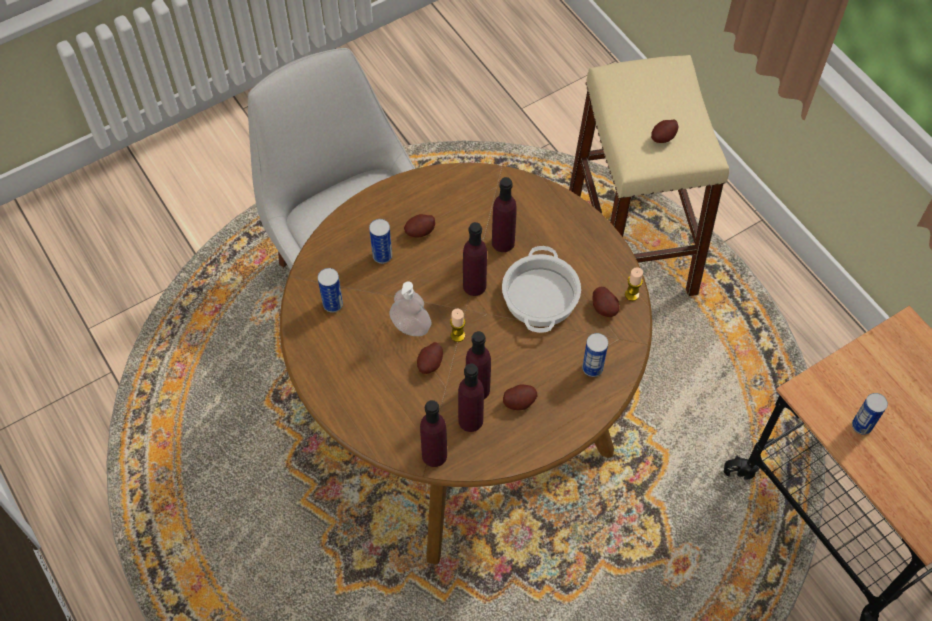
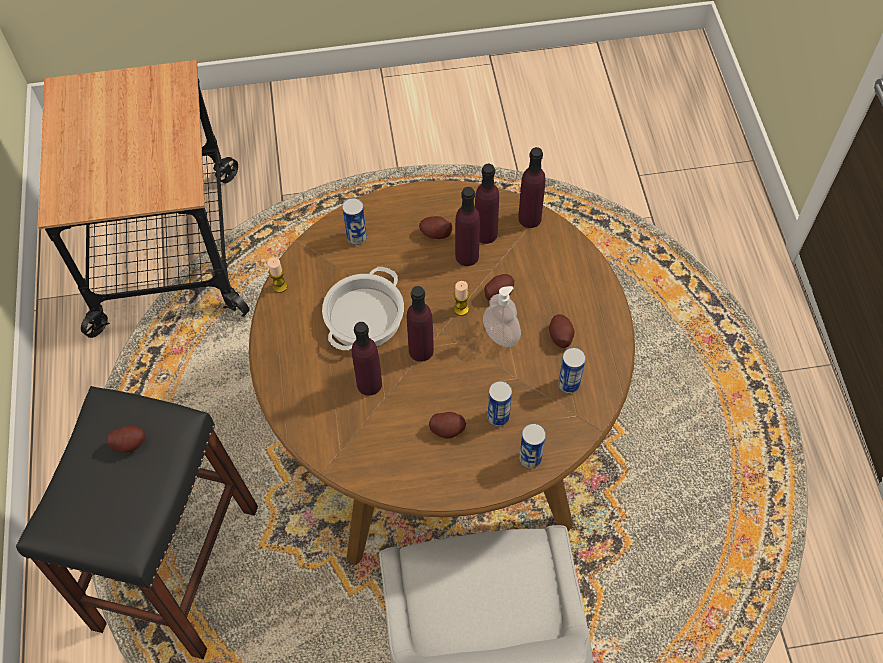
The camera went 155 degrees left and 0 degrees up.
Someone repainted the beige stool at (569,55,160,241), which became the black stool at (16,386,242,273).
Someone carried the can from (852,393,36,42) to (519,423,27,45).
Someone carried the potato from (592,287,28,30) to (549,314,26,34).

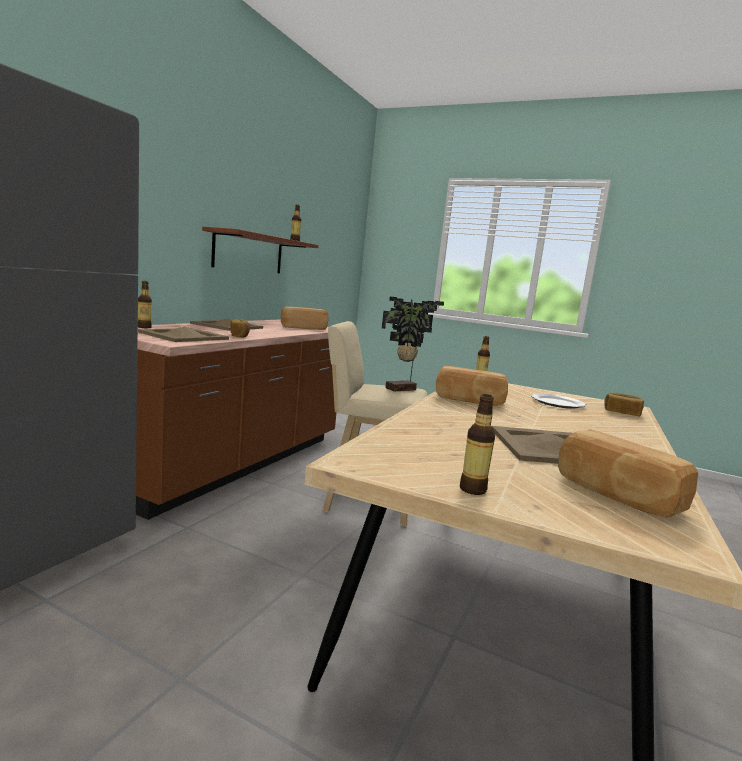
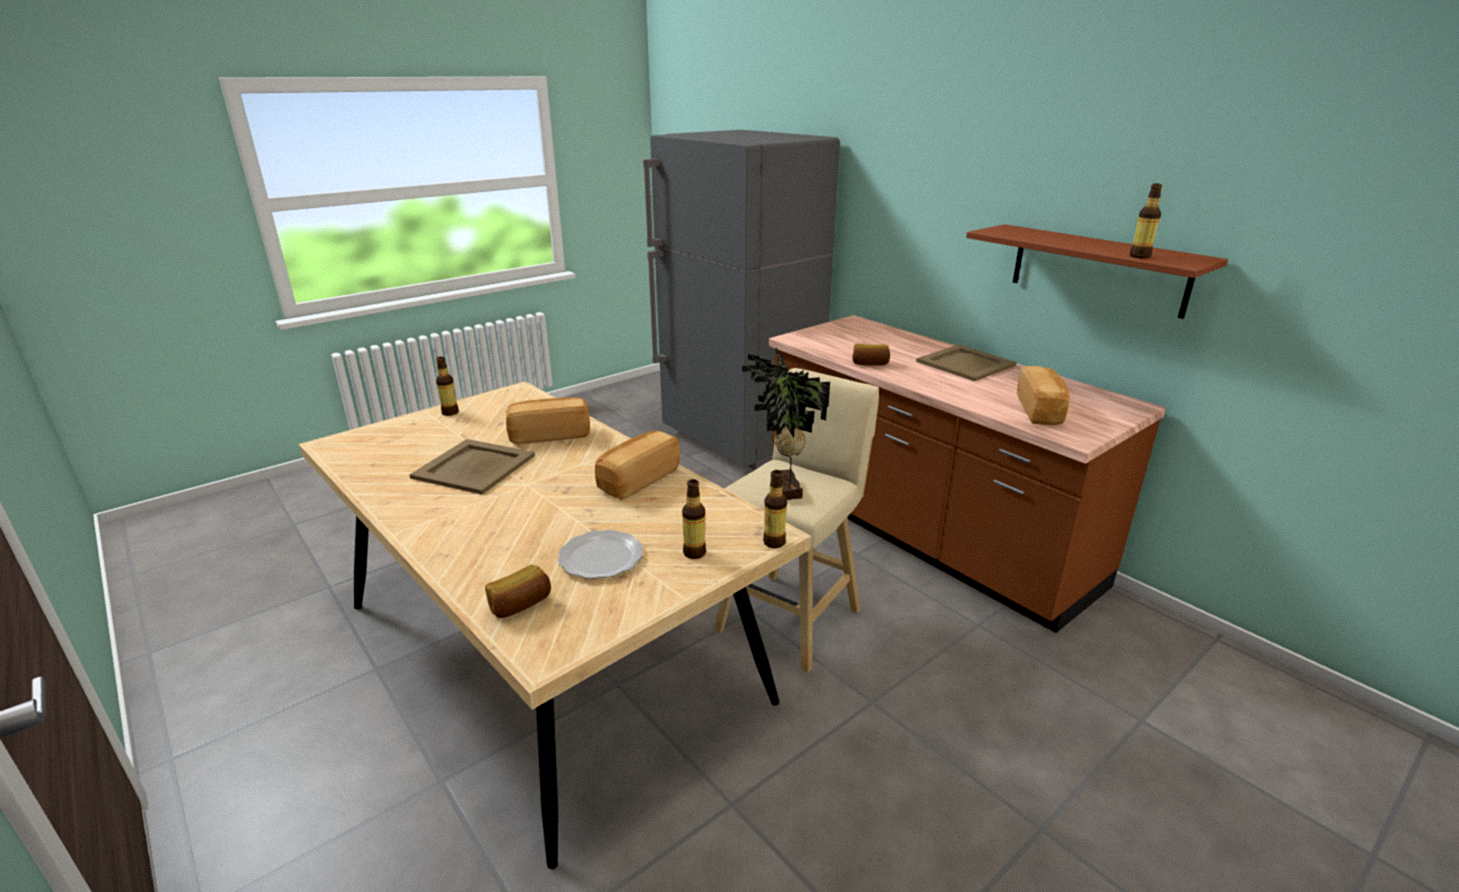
The camera went 115 degrees right and 15 degrees up.
Someone carried the bread from (558,429,140,88) to (506,397,84,47).
Someone carried the bottle from (138,281,14,47) to (682,479,24,80).
Someone took away the beige tray at (138,326,91,16).

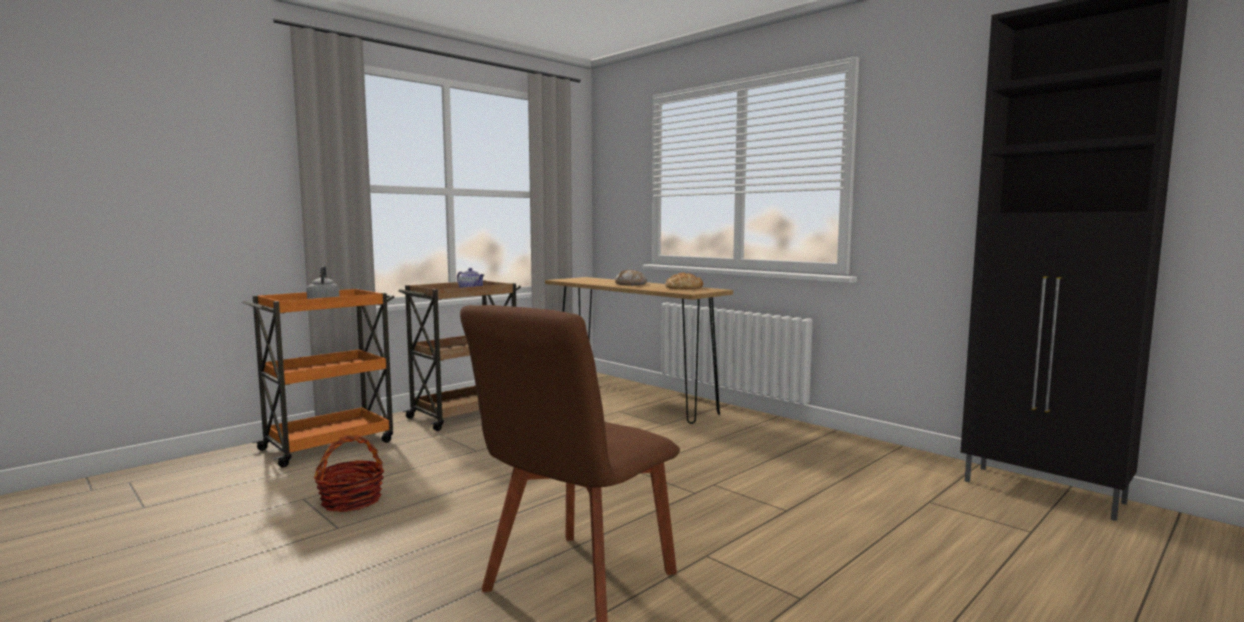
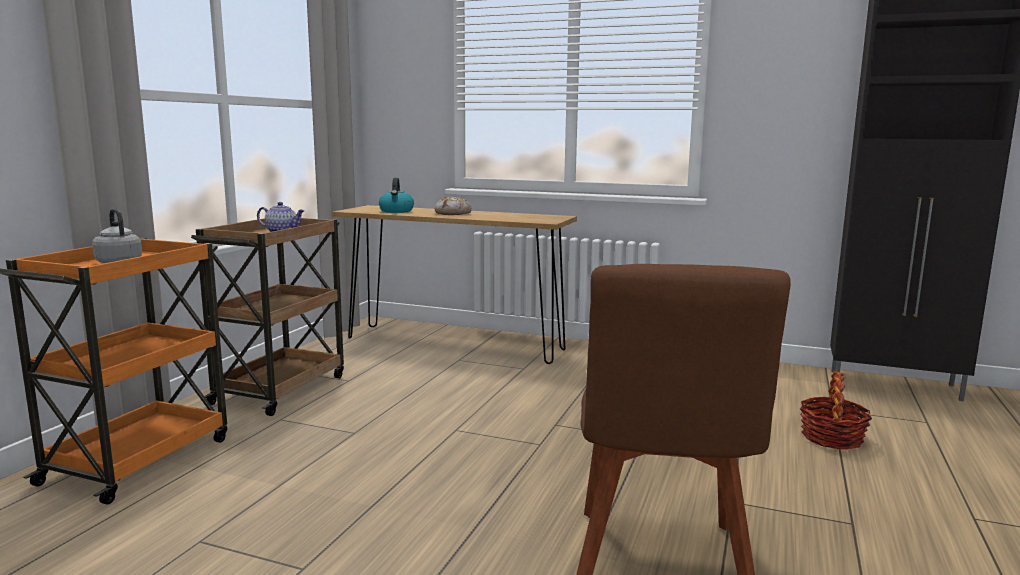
The camera went 25 degrees left and 5 degrees up.
Someone put down the kettle at (379,178,35,35).
Someone carried the basket from (314,435,70,77) to (800,372,72,78).
Someone took away the bread at (665,273,38,16).

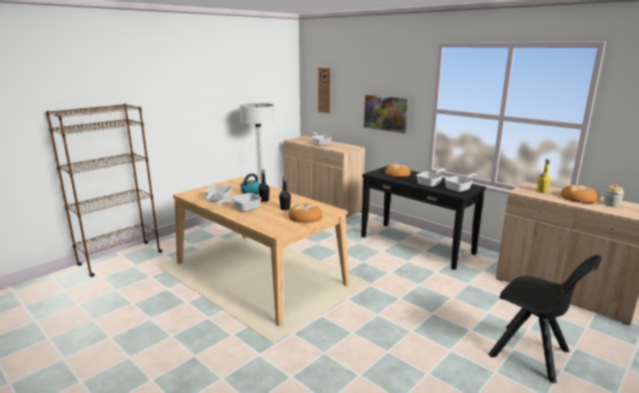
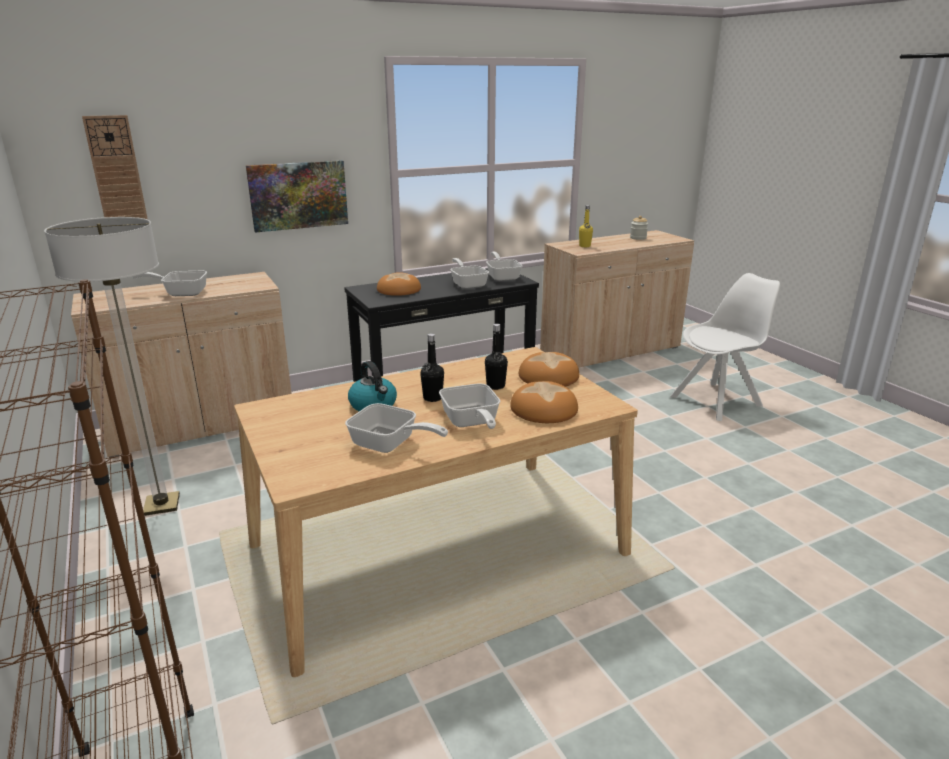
The camera went 70 degrees left and 5 degrees up.
Someone carried the bread from (561,185,38,18) to (510,381,68,42).
Someone repainted the black chair at (488,255,114,128), which became the white chair at (670,273,110,148).

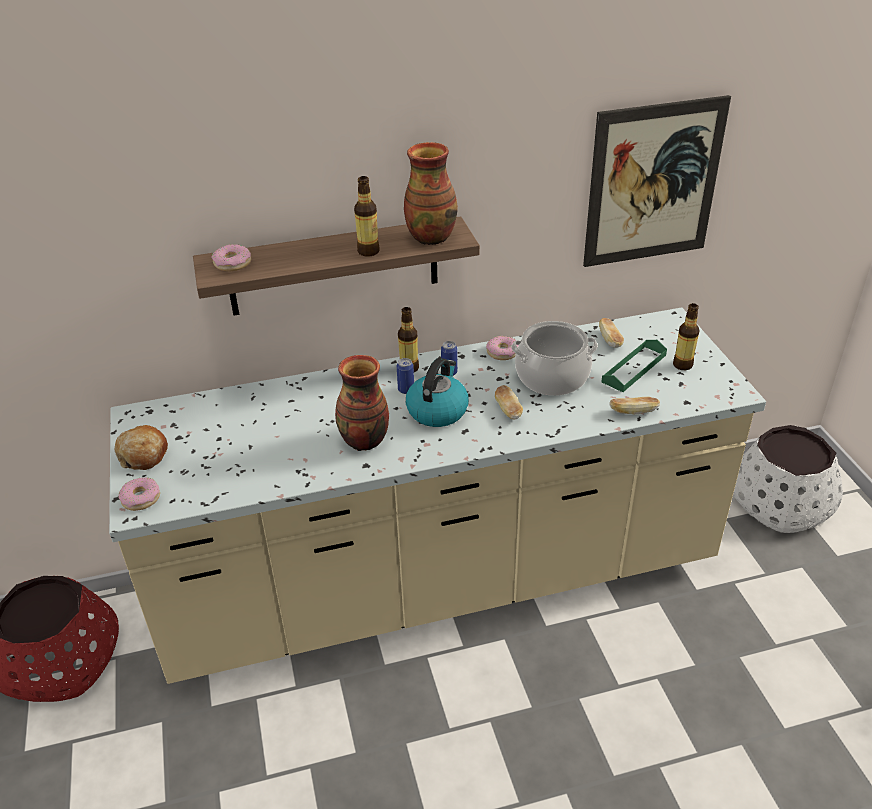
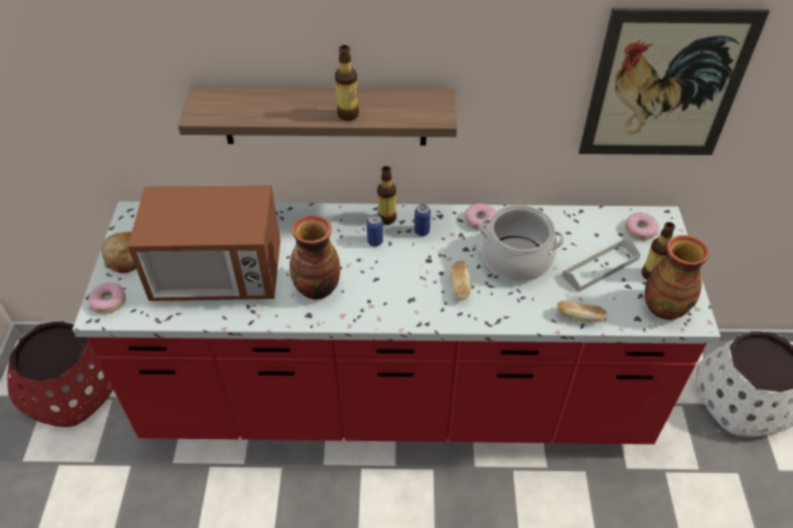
The camera went 15 degrees right and 10 degrees up.
Someone repainted the beige counter at (109,307,657,377), which became the red counter at (72,201,648,243).
Someone put down the microwave at (128,185,152,116).
Someone repainted the green tray at (601,340,66,52), which became the grey tray at (562,239,79,53).
Someone carried the donut from (211,244,40,27) to (625,212,34,28).
Someone carried the vase from (404,142,54,103) to (645,235,64,85).
Someone took away the kettle at (406,358,63,69).
Someone took away the bread at (599,318,25,30).

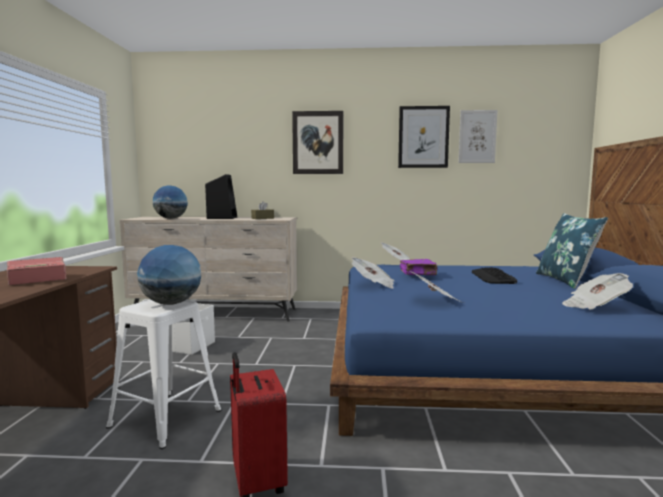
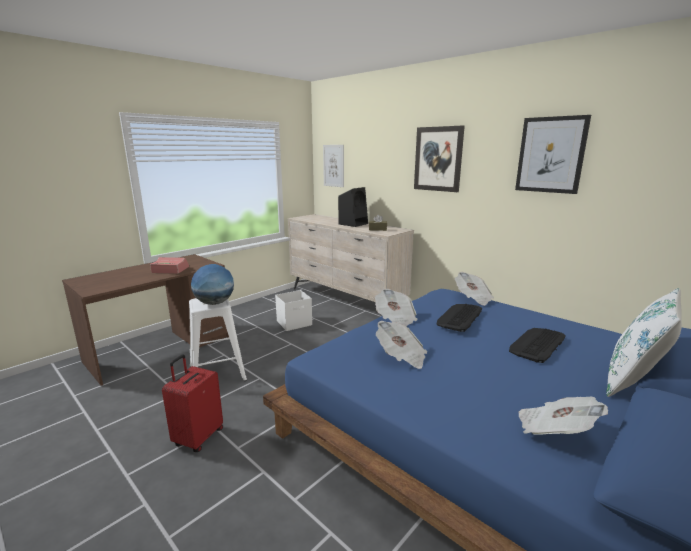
The camera went 40 degrees right and 10 degrees up.
Someone carried the picture from (458,110,40,53) to (323,145,21,42).
Someone swapped the purple book at (400,259,38,16) for the keyboard at (436,304,46,28).
Someone repainted the blue pillow at (536,213,72,76), which became the white pillow at (606,288,76,109).
Someone took away the globe at (153,186,35,33).

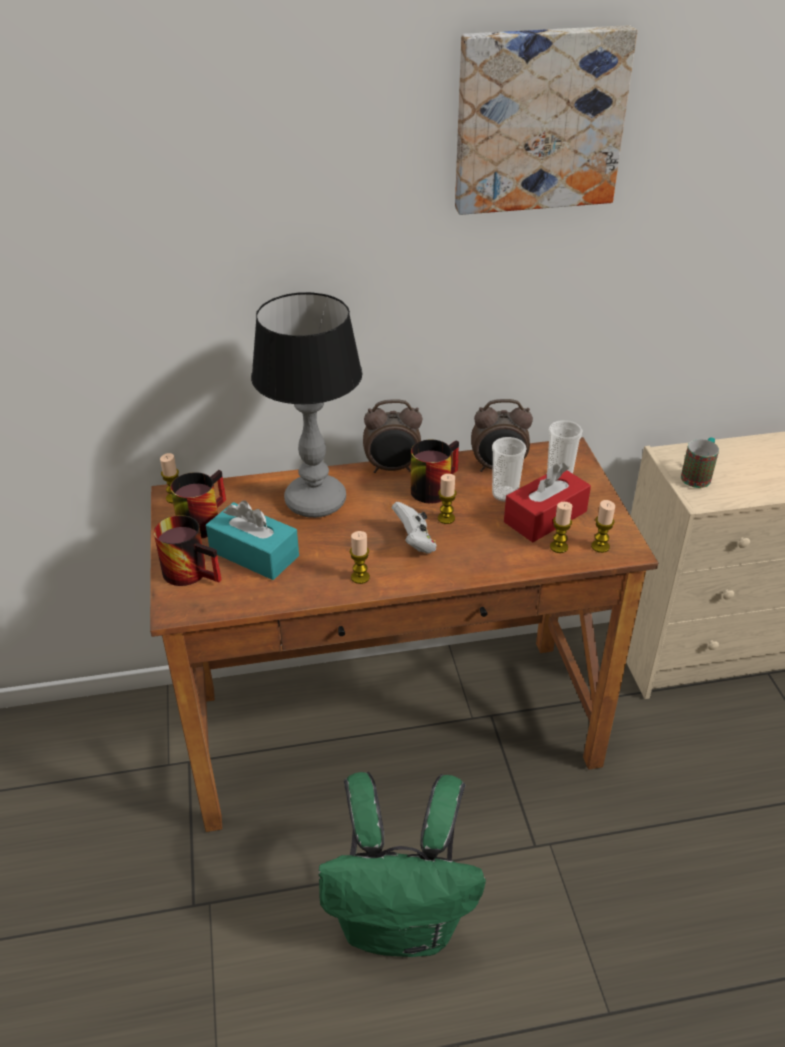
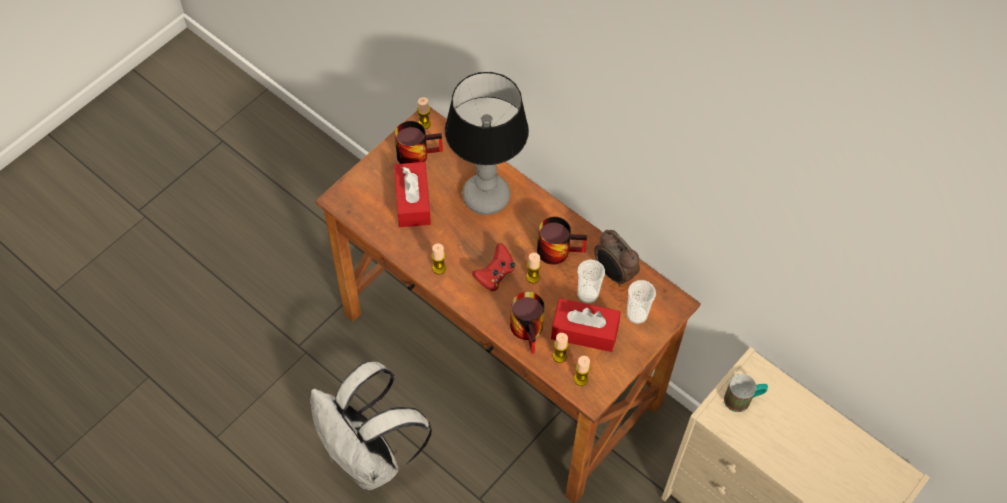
The camera went 50 degrees right and 20 degrees up.
Someone repainted the green backpack at (318,772,168,185), which became the white backpack at (310,361,122,129).
Someone repainted the turquoise tissue box at (206,501,93,79), which became the red tissue box at (394,162,37,65).
Someone repainted the white game controller at (392,502,45,52), which became the red game controller at (472,243,43,48).
Someone carried the mug from (154,515,67,71) to (510,291,35,63).
Someone took away the alarm clock at (363,399,59,74).
Someone took away the picture at (455,25,182,190).

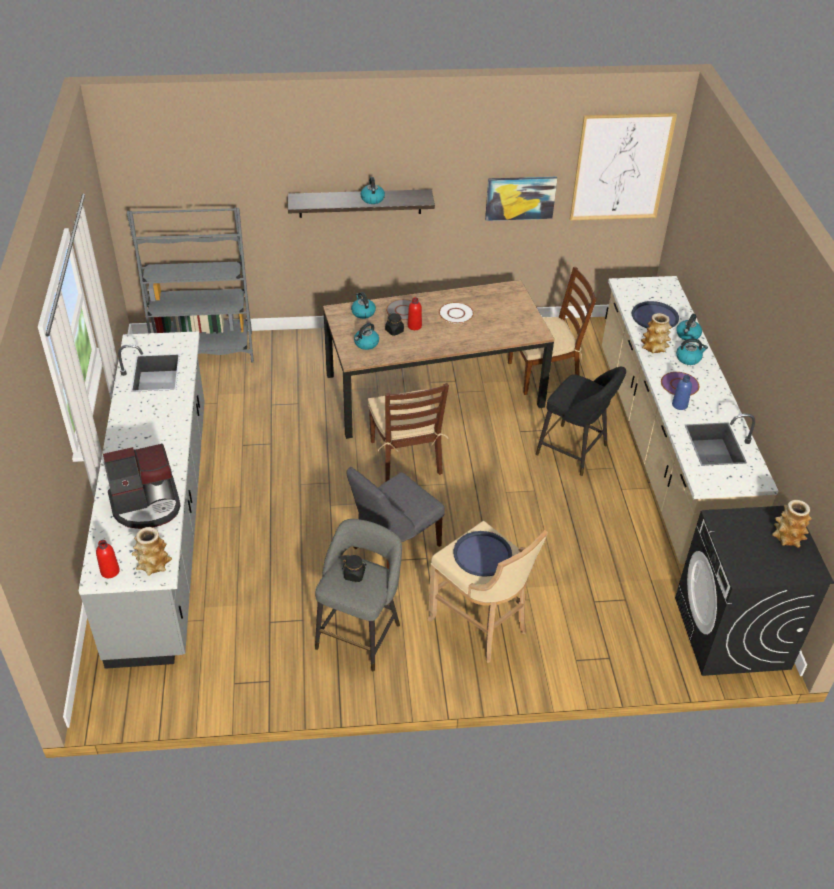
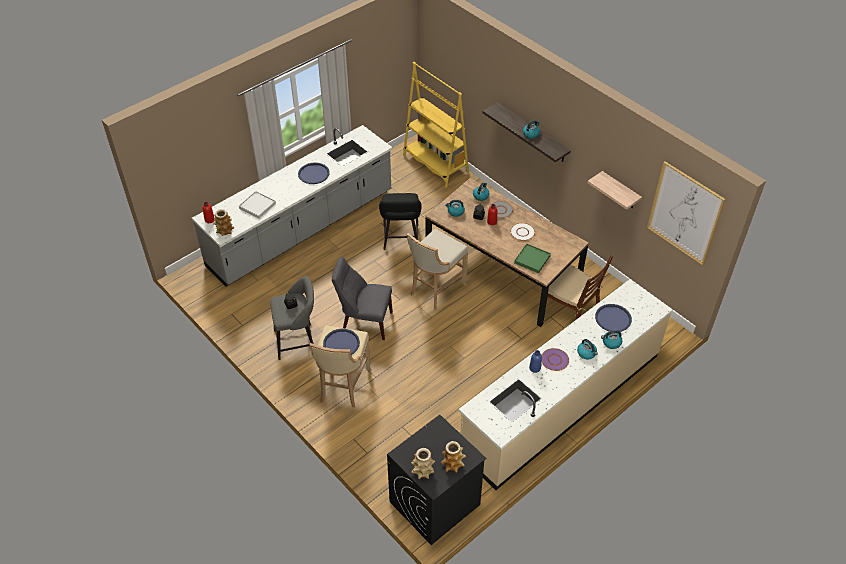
The camera went 55 degrees right and 5 degrees up.
Someone swapped the coffee machine at (103,443,78,86) for the white tray at (239,191,37,27).
Someone put down the blue tray at (298,163,32,21).
Someone carried the black stool from (536,367,90,109) to (379,193,43,57).
Someone repainted the grey bookcase at (127,208,127,154), which became the yellow bookcase at (403,62,66,126).
Someone swapped the brown chair at (368,383,81,99) for the beige stool at (407,229,61,81).
Someone carried the vase from (641,313,31,40) to (411,448,24,31).
Someone put down the green tray at (514,244,37,29).
Someone swapped the picture at (485,177,72,44) for the shelf at (587,171,55,39).

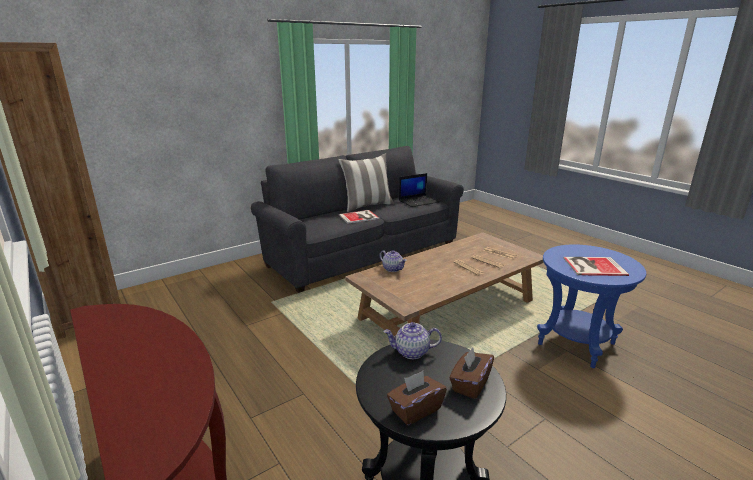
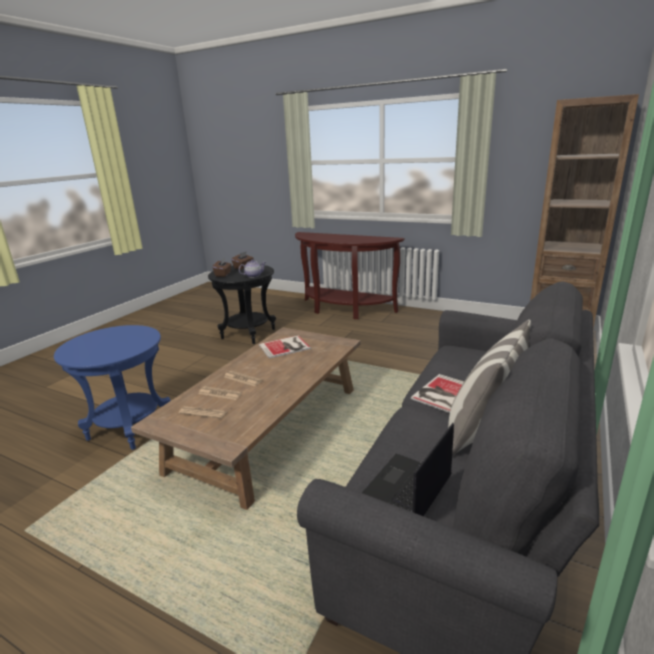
The camera went 155 degrees right and 0 degrees up.
Someone carried the book from (563,257,66,19) to (259,335,52,24).
Someone took away the teapot at (380,250,27,22).

